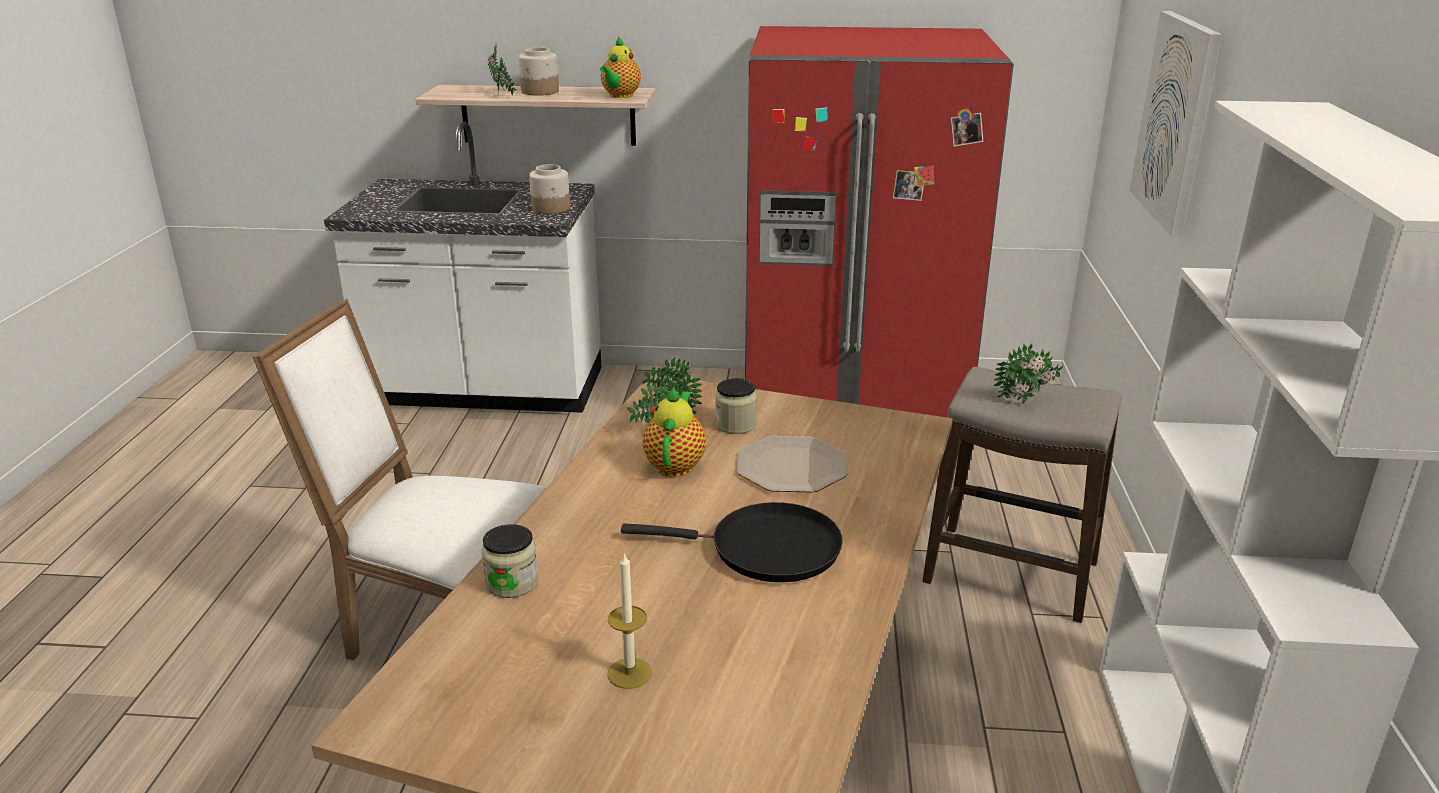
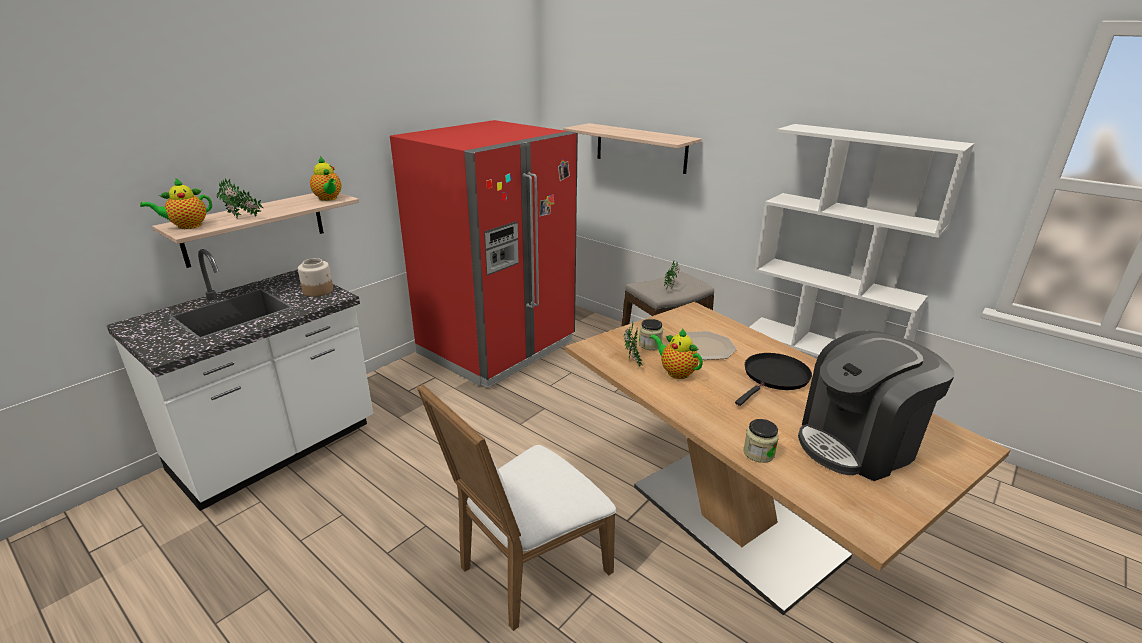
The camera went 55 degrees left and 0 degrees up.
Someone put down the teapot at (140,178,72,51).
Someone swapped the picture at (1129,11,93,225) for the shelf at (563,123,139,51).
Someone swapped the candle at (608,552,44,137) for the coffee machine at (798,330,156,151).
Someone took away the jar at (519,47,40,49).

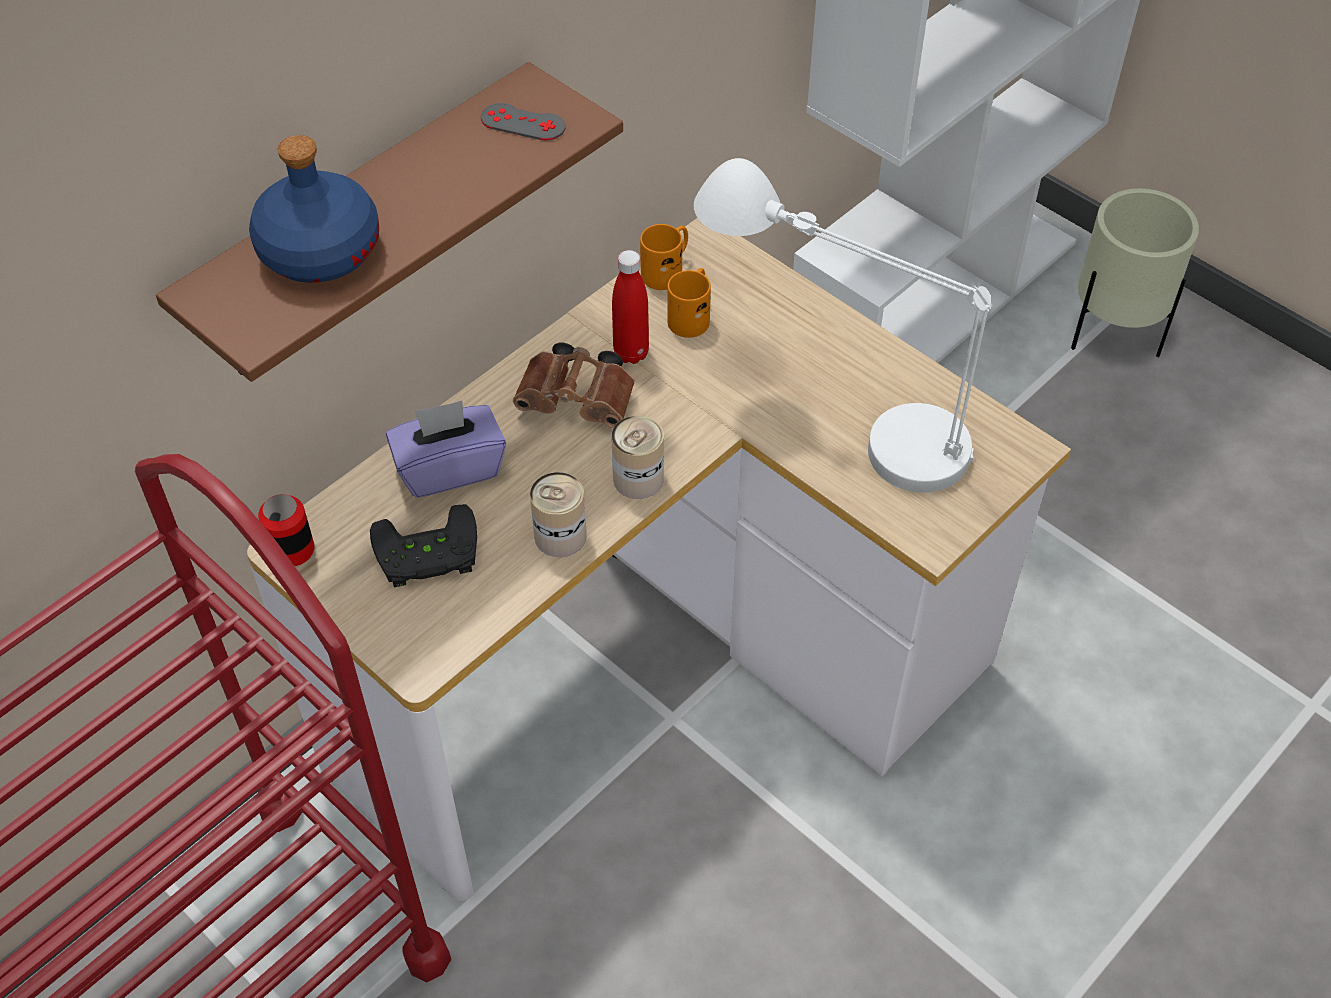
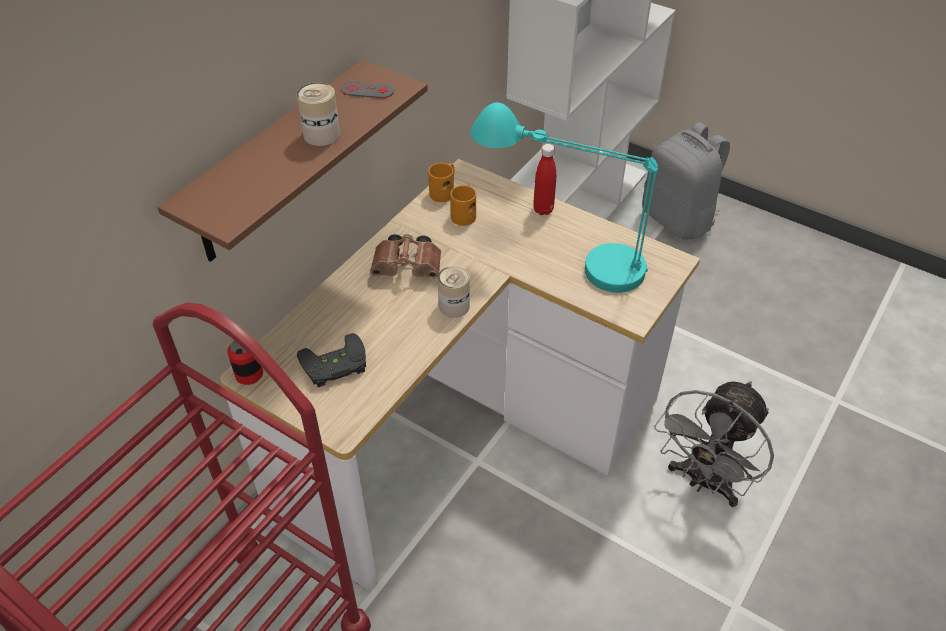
The camera went 10 degrees left and 5 degrees down.
Someone carried the can from (530,472,57,85) to (297,82,43,64).
Someone repainted the white table lamp at (694,158,297,335), which became the turquoise table lamp at (471,102,187,191).
Someone carried the red bottle from (612,250,37,114) to (533,144,23,71).
Someone swapped the beige planter at (1071,188,128,170) for the grey backpack at (642,122,88,118).
Someone put down the grey fan at (654,381,120,126).
Someone took away the blue bottle at (249,135,130,148).
Someone took away the purple tissue box at (386,401,120,97).

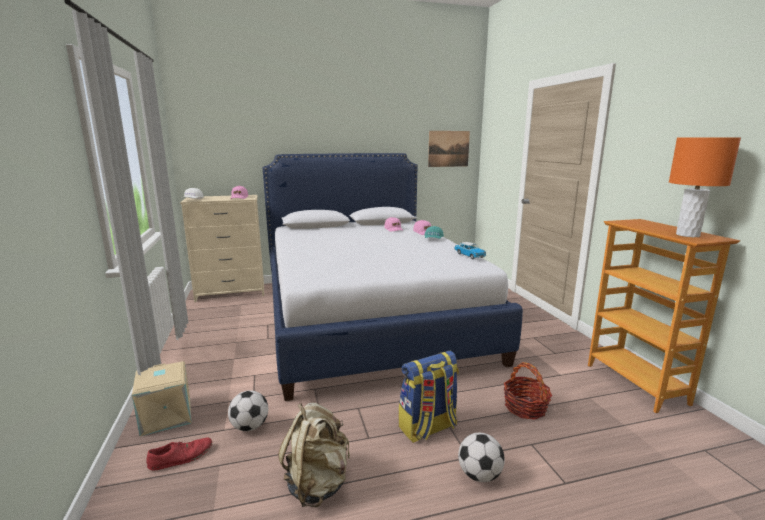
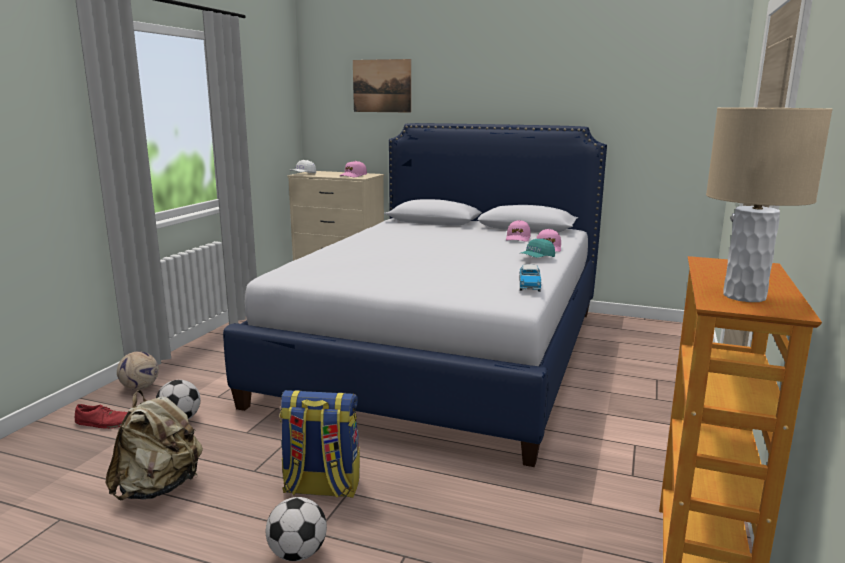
The camera went 35 degrees right and 0 degrees up.
Someone swapped the beige storage box at (132,361,60,75) for the football at (117,351,42,39).
Someone carried the picture from (428,131,42,36) to (353,59,58,54).
Someone repainted the orange table lamp at (669,138,72,99), which became the beige table lamp at (706,107,127,195).
Someone took away the basket at (504,362,48,58).

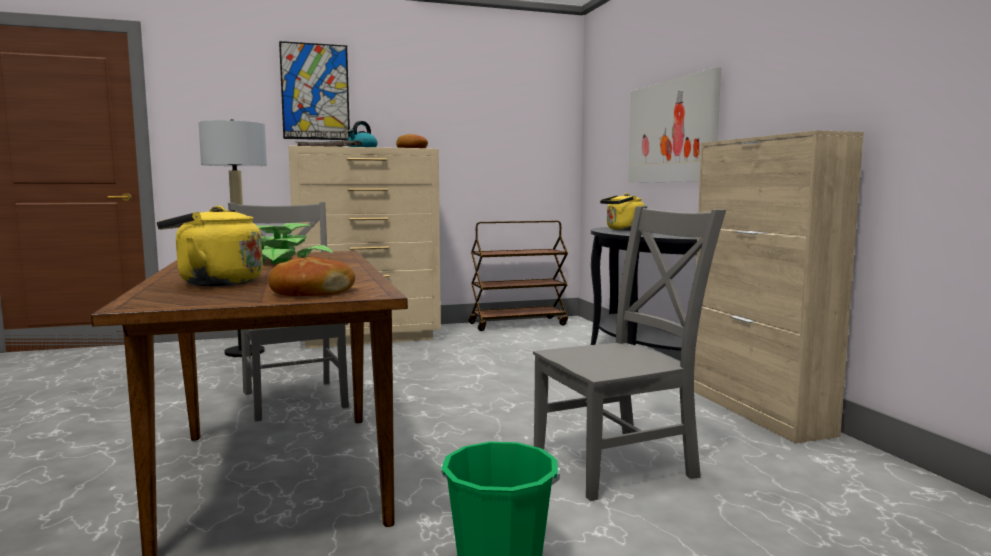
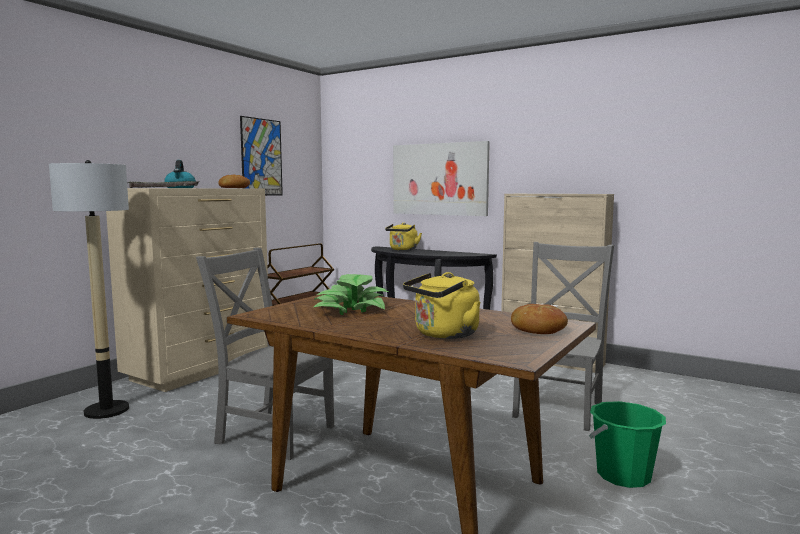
The camera went 40 degrees left and 0 degrees up.
Someone carried the picture from (279,41,71,99) to (240,116,43,80).

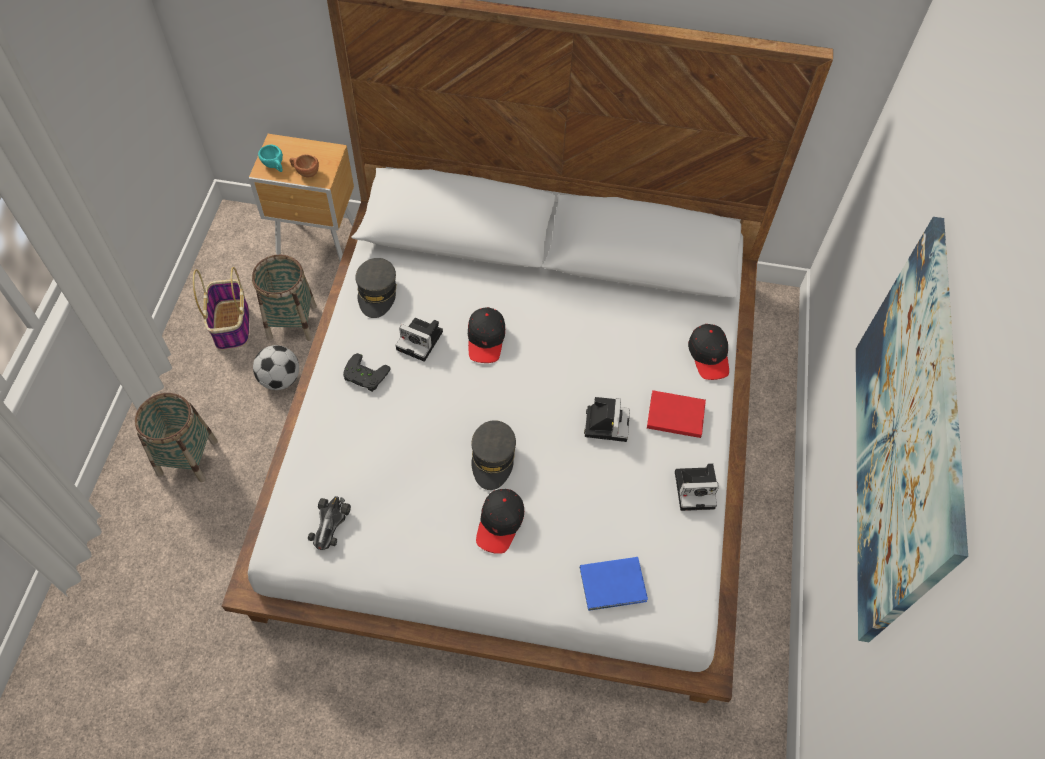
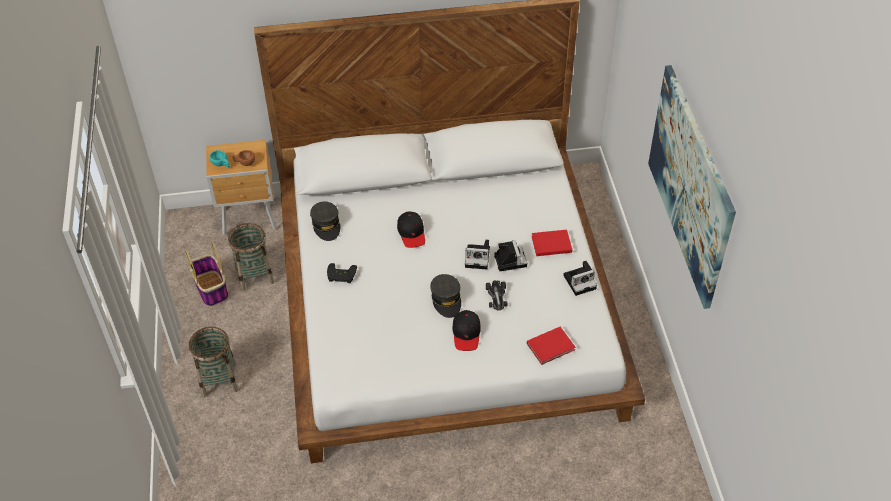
The camera went 15 degrees left and 10 degrees down.
Someone carried the photo camera from (395,318,48,44) to (465,240,25,29).
Someone carried the toy car from (308,496,43,54) to (486,280,22,30).
Someone repainted the blue book at (580,557,68,54), which became the red book at (527,327,48,38).
Someone took away the football at (253,345,46,45).
Someone took away the black cap at (688,324,41,56).

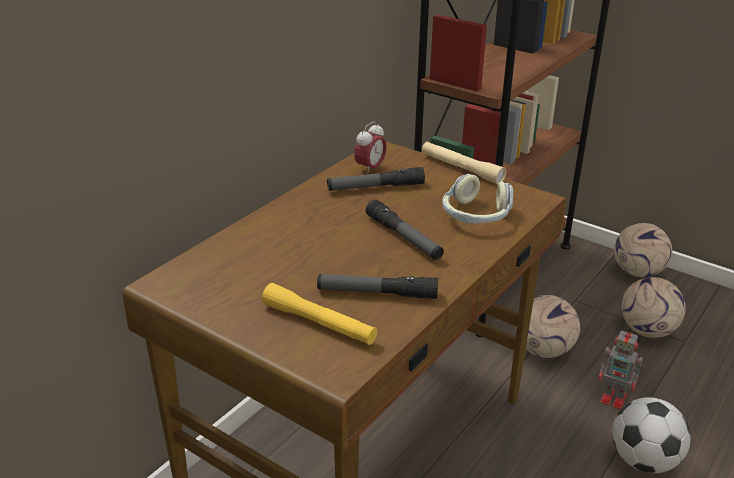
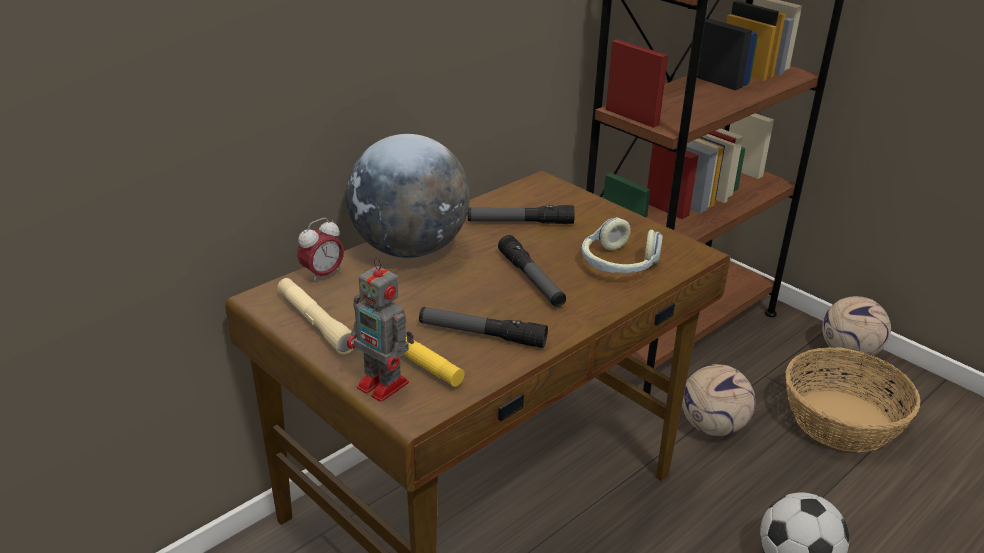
The camera went 10 degrees right and 0 degrees up.
Someone carried the beige flashlight from (422,142,84,42) to (277,278,78,77).
Someone carried the alarm clock from (354,121,33,53) to (297,218,47,66).
Someone put down the globe at (346,134,124,124).
Someone carried the toy robot from (598,327,47,82) to (347,257,67,145).
Someone swapped the football at (622,277,64,61) for the basket at (785,347,135,105).

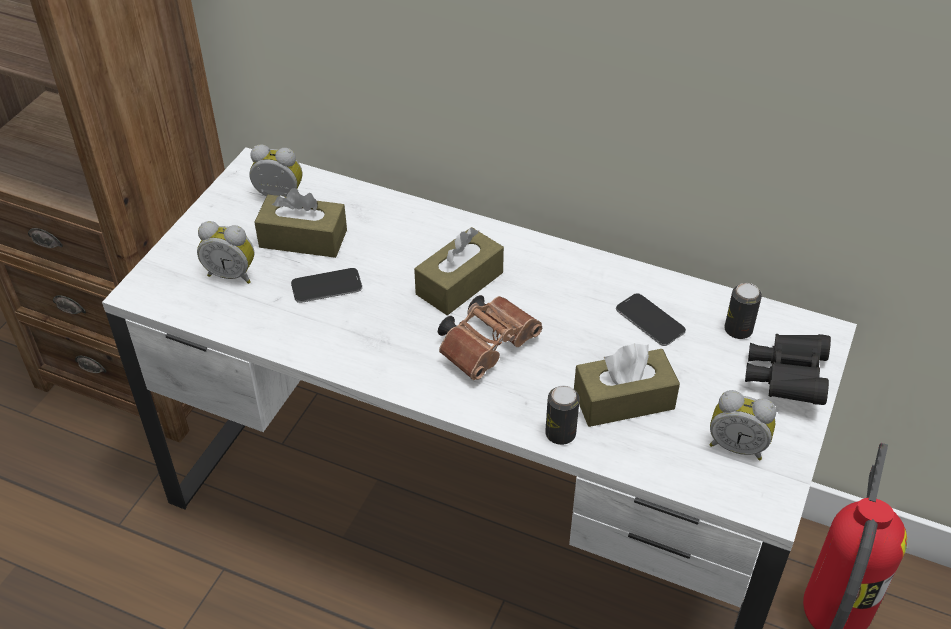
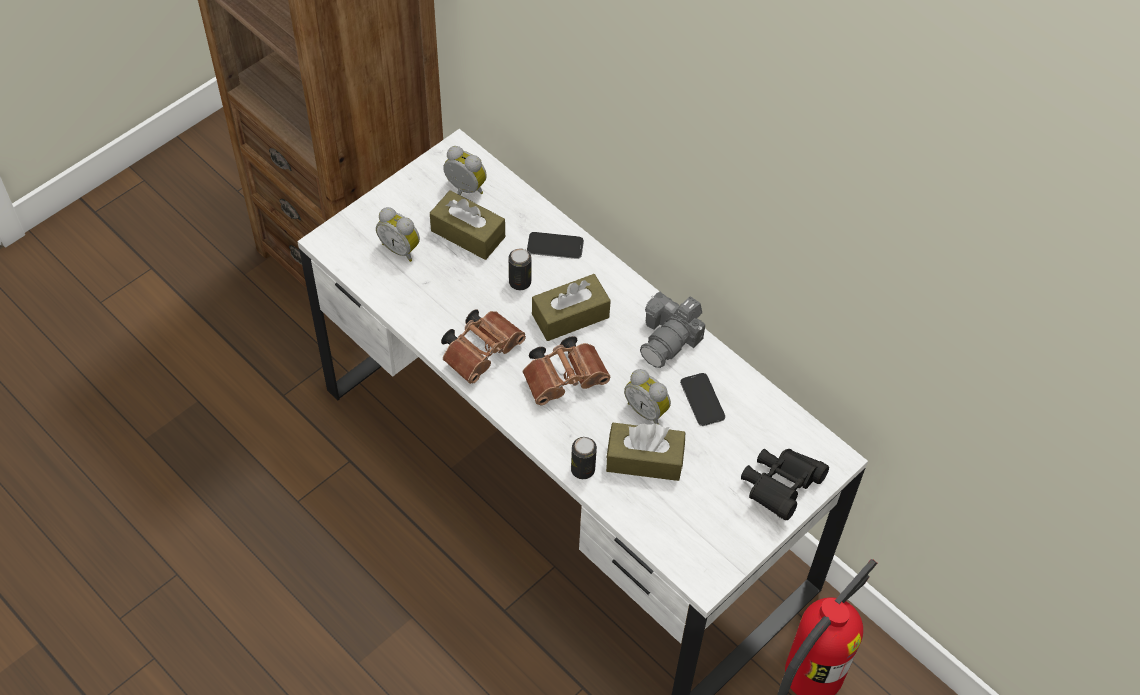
The camera went 20 degrees right and 10 degrees up.
Someone put down the brown binoculars at (441,309,85,75).
Someone carried the can from (724,283,38,56) to (509,249,22,41).
Someone carried the phone from (291,268,71,35) to (527,232,57,27).
Someone carried the alarm clock from (709,390,67,71) to (624,369,47,55).
Someone put down the photo camera at (640,292,65,76).

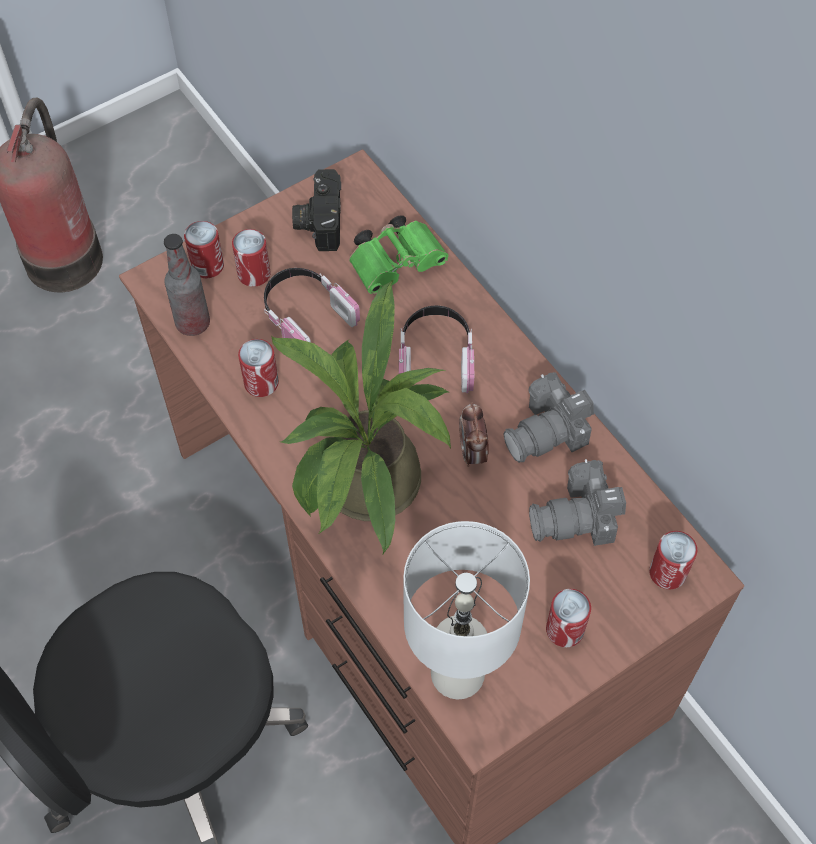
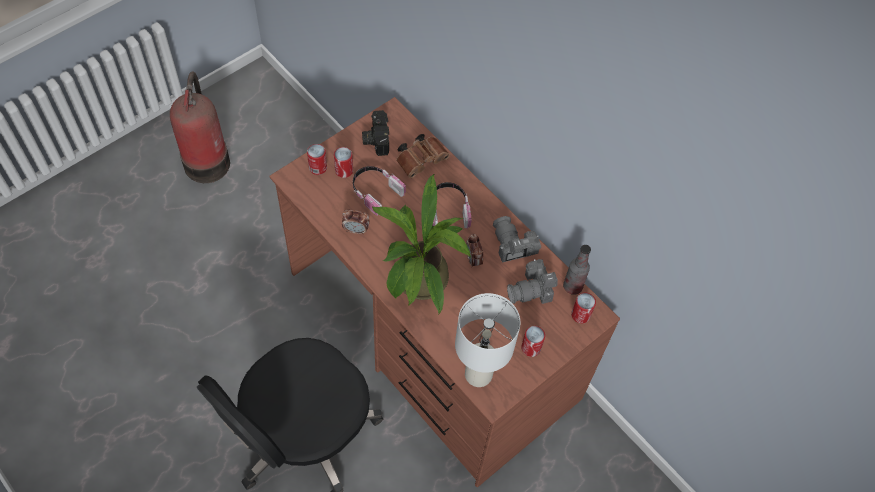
The camera went 10 degrees left and 0 degrees up.
Someone swapped the can at (238,339,41,58) for the alarm clock at (342,209,27,26).
Someone repainted the green binoculars at (349,215,99,79), which became the brown binoculars at (396,134,54,44).
Someone rotated the photo camera at (503,372,91,91) by 105 degrees clockwise.
Someone carried the bottle from (164,234,46,102) to (563,245,28,50).

